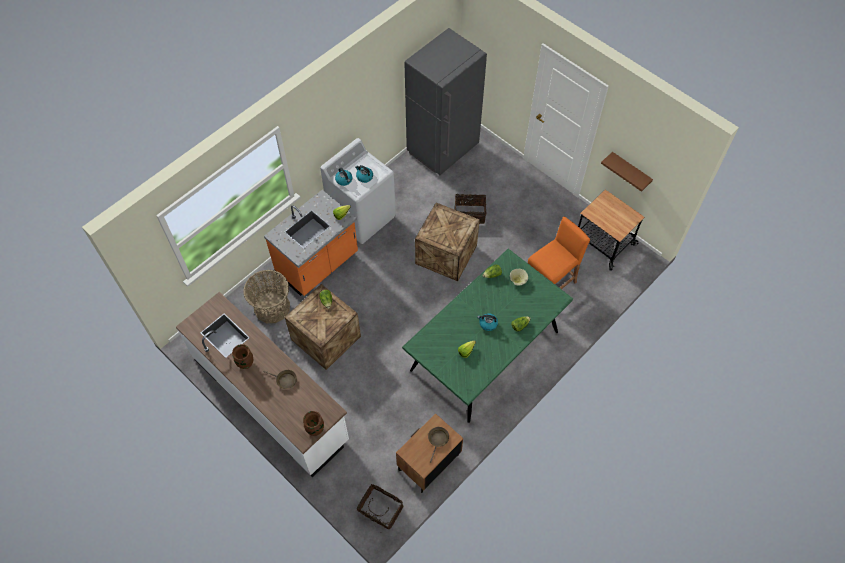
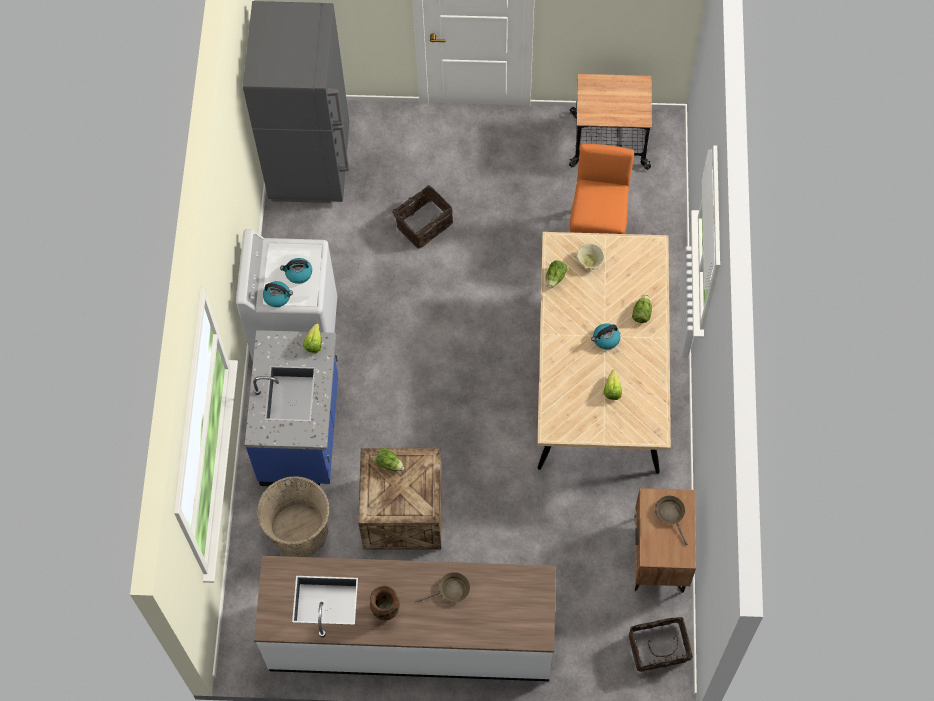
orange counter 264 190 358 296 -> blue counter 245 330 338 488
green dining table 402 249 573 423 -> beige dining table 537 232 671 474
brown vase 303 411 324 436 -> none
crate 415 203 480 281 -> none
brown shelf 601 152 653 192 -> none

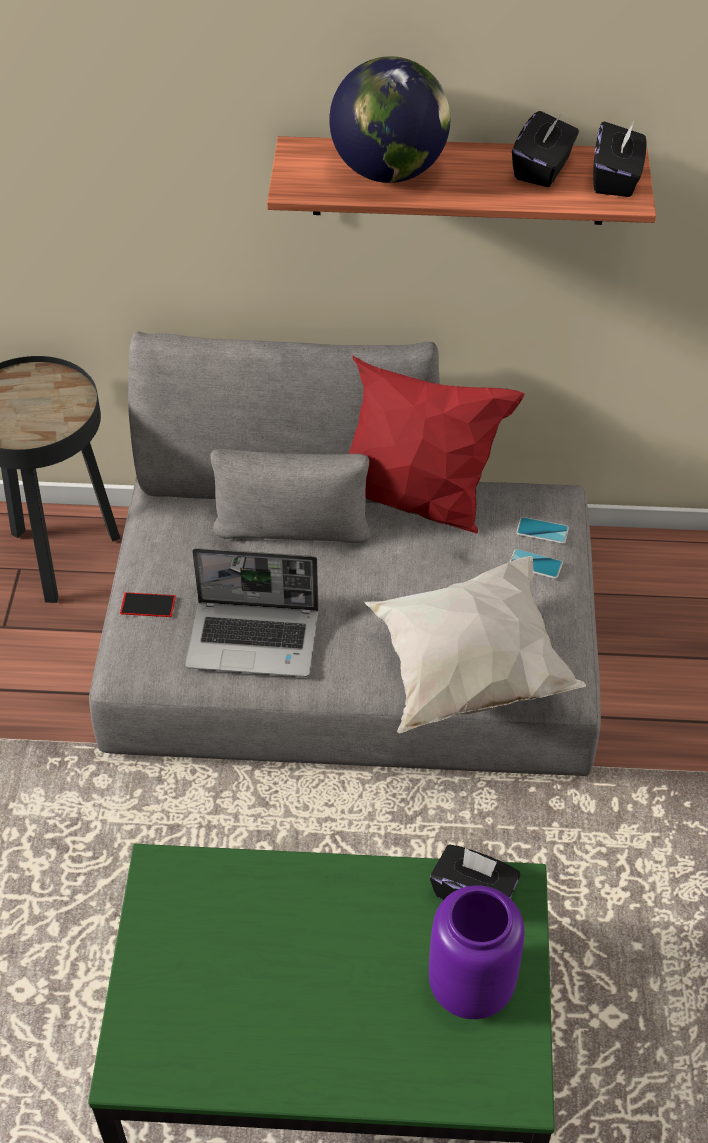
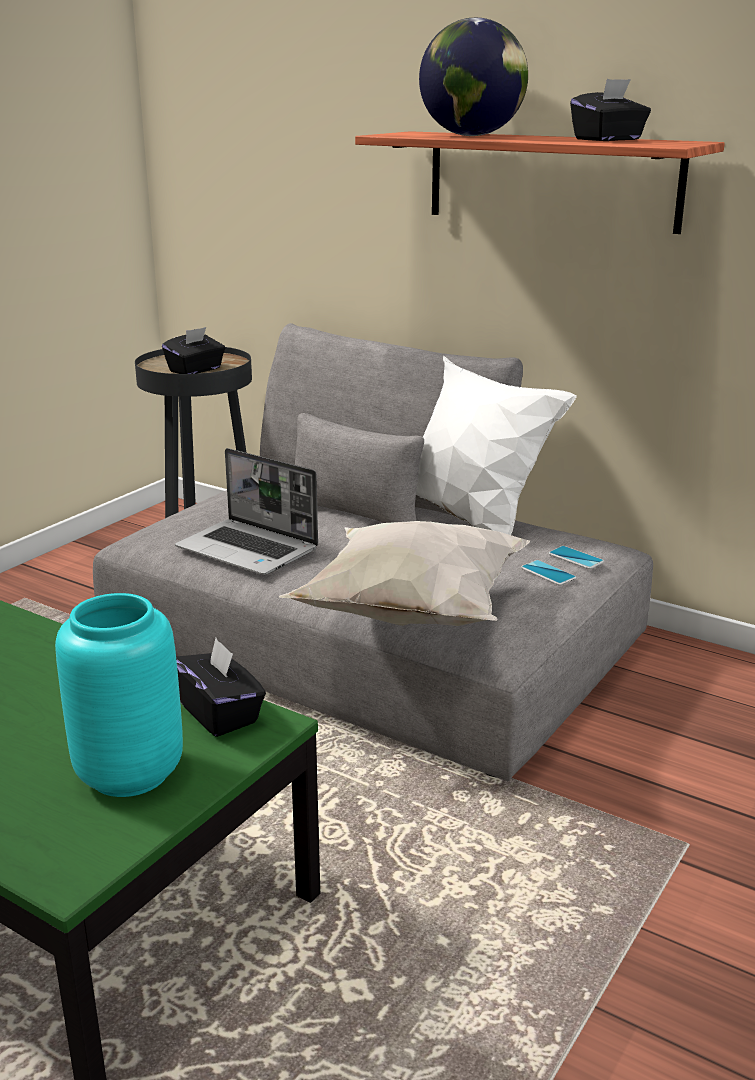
purple vase 429 885 524 1019 -> turquoise vase 55 593 183 797
black tissue box 593 120 647 197 -> black tissue box 162 327 225 374, relocated
red pillow 348 356 525 534 -> white pillow 416 355 577 535
phone 120 592 176 617 -> none

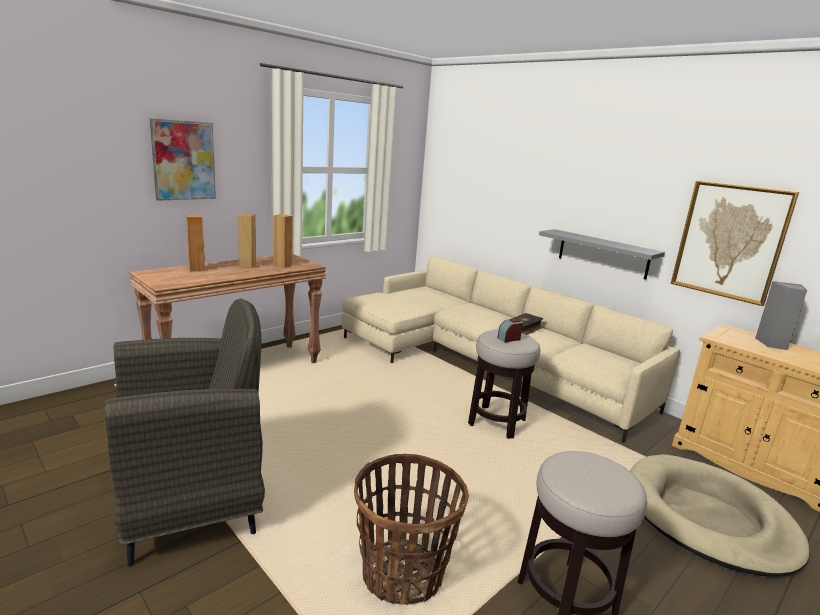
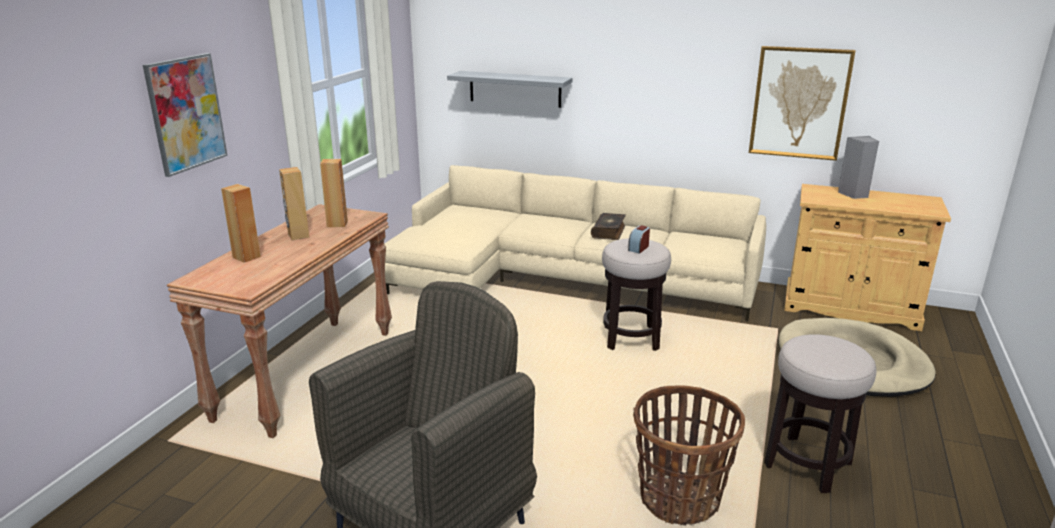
grey shelf 539 229 665 279 -> grey shelf 447 71 573 108, relocated

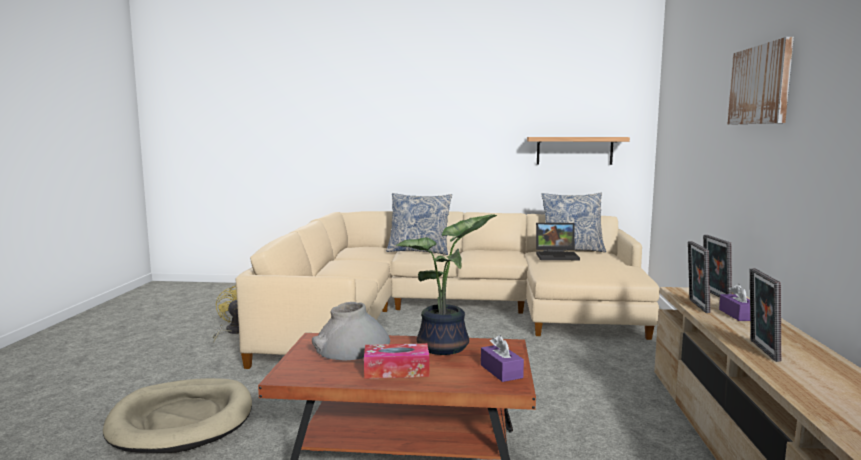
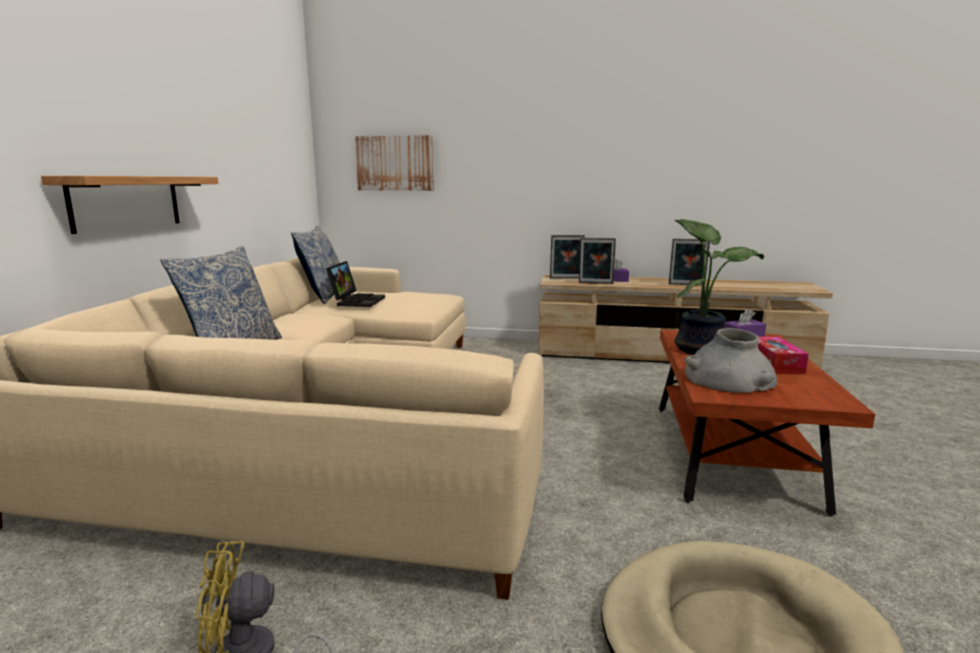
shelf 527 137 630 165 -> shelf 41 176 218 234, relocated
picture 727 37 794 125 -> picture 355 135 434 191, relocated

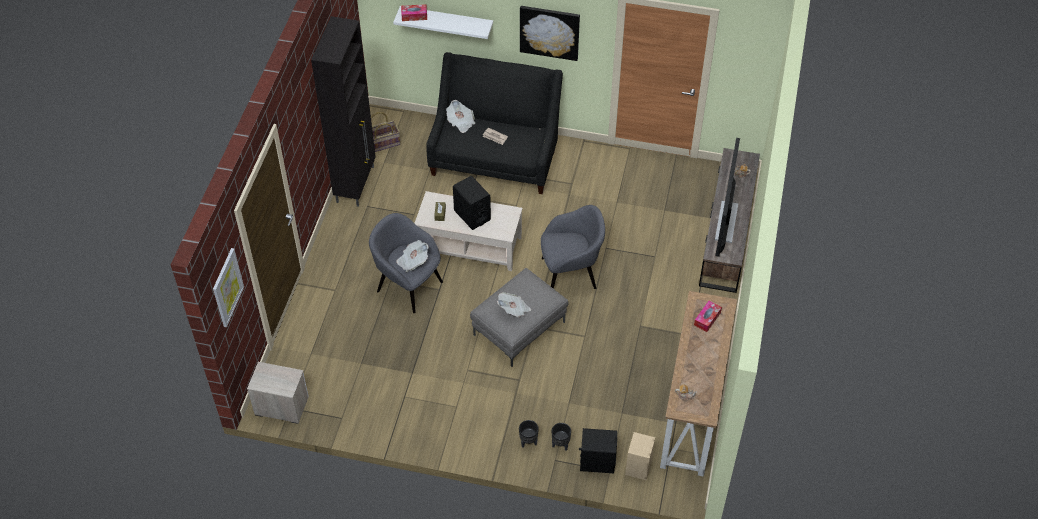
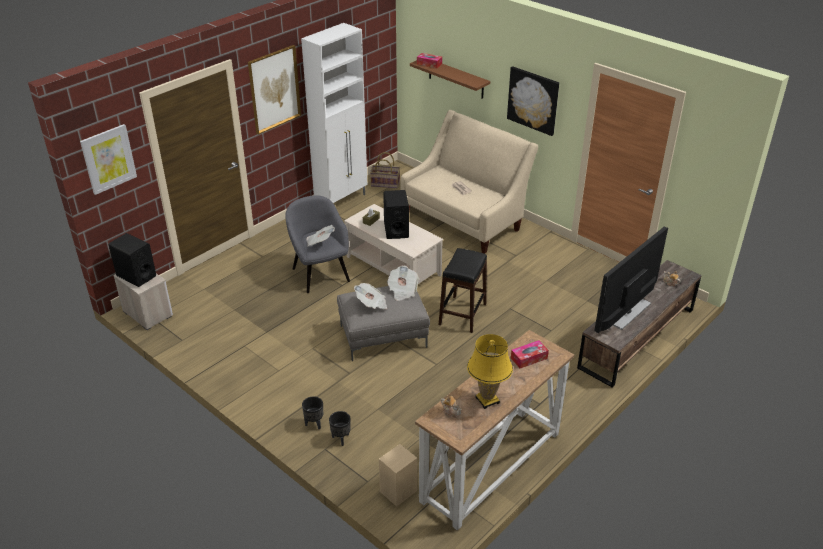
black speaker 579 428 617 473 -> black speaker 109 233 156 287, relocated
none -> picture 248 45 301 134
black cabinet 311 16 376 207 -> white cabinet 301 23 367 203
newspaper 446 100 475 133 -> newspaper 387 266 419 301, relocated
black sofa 426 52 563 194 -> beige sofa 401 110 538 254
white shelf 393 6 493 39 -> brown shelf 410 60 490 99
grey armchair 541 205 605 289 -> black stool 439 248 487 333
none -> yellow table lamp 467 334 513 409

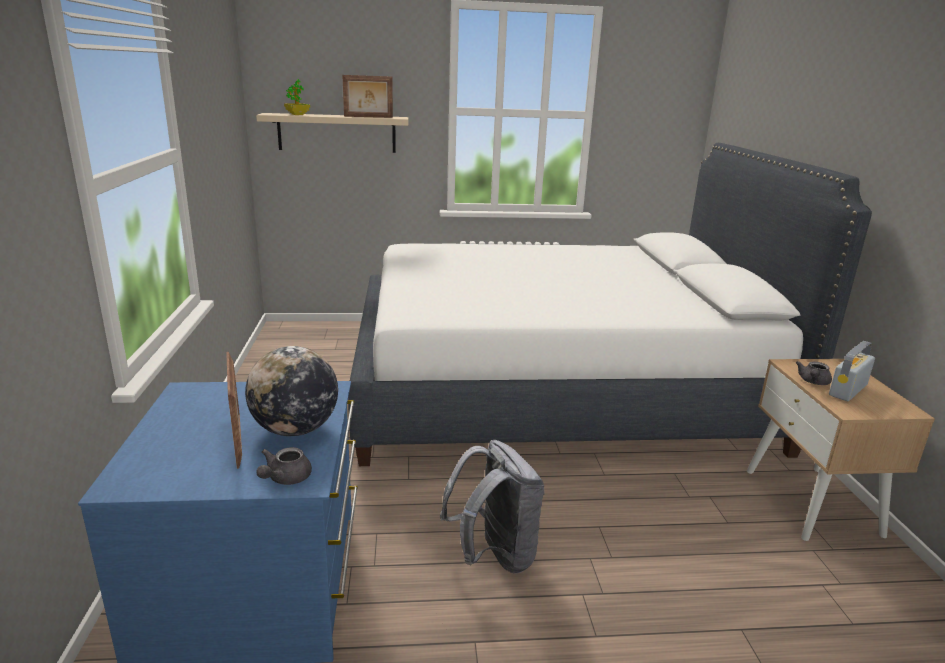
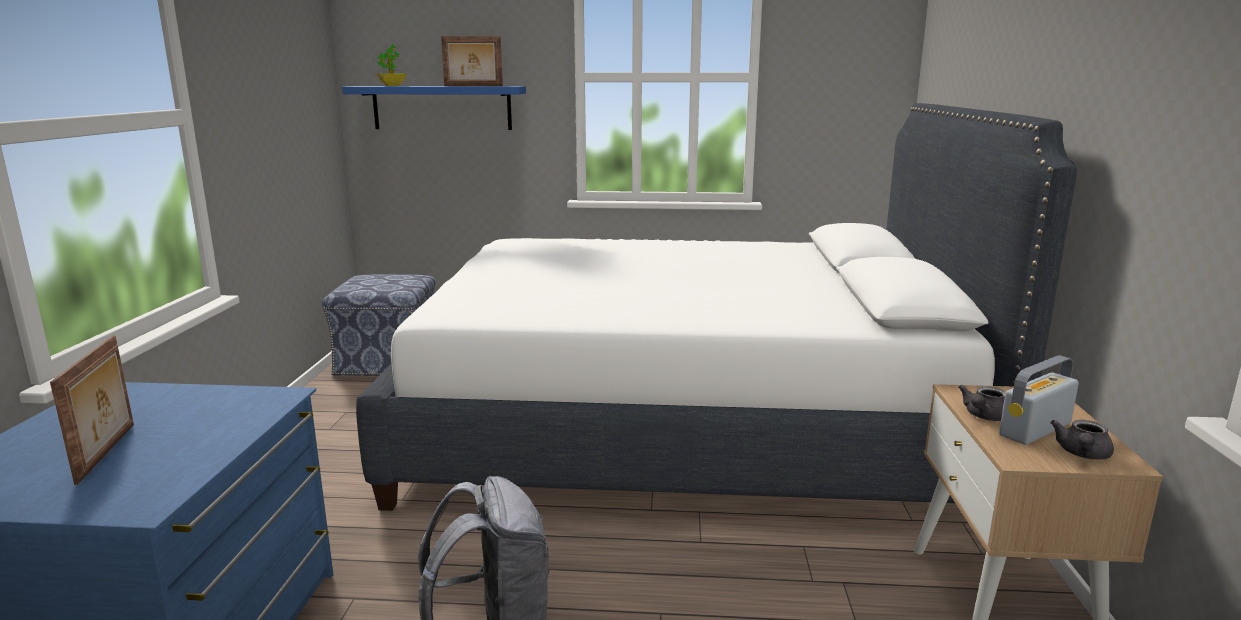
none -> ottoman 322 274 436 376
beige shelf 256 113 408 153 -> blue shelf 342 86 526 130
grey teapot 256 447 312 485 -> grey teapot 1050 420 1114 460, relocated
globe 245 346 338 436 -> none

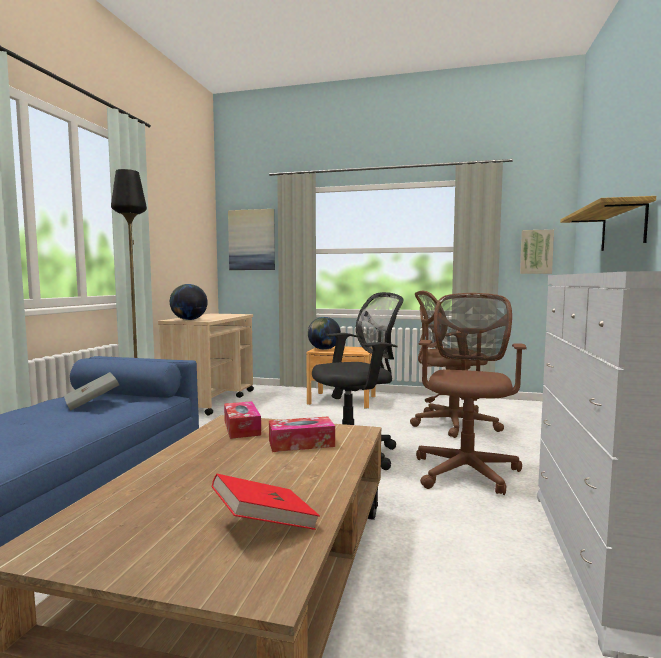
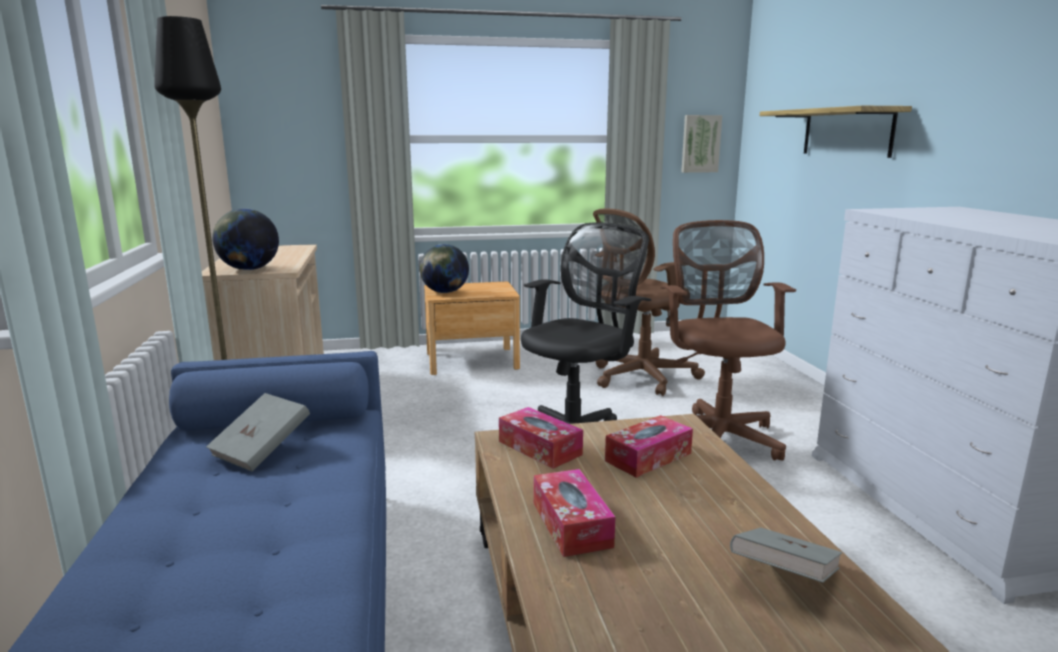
none -> tissue box 534 469 615 557
red book 212 474 320 530 -> grey book 730 528 842 583
picture 228 209 275 270 -> none

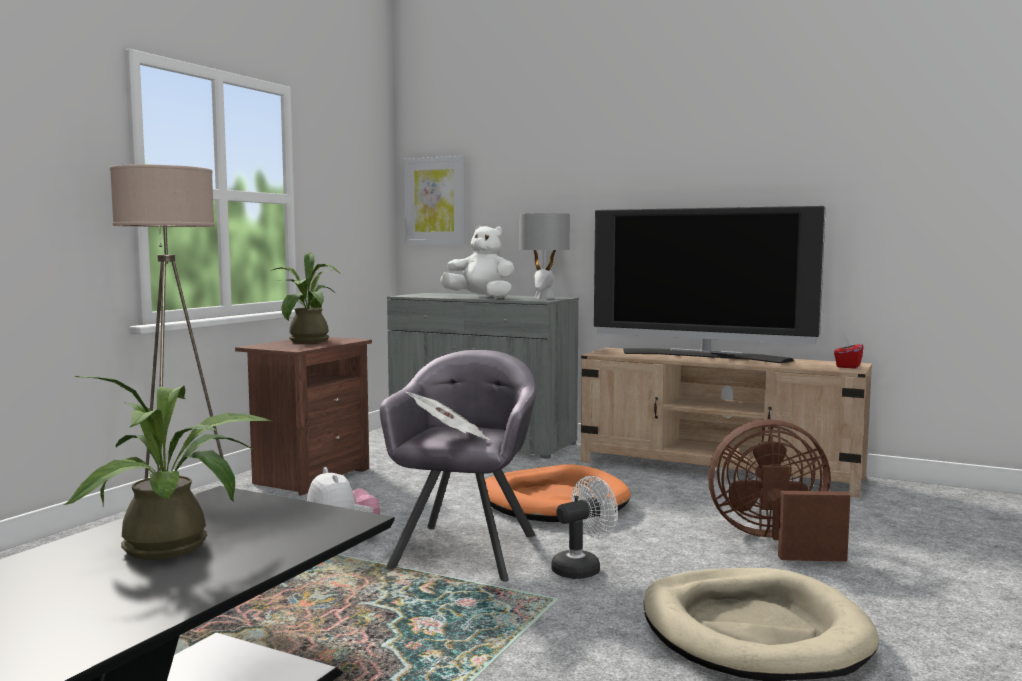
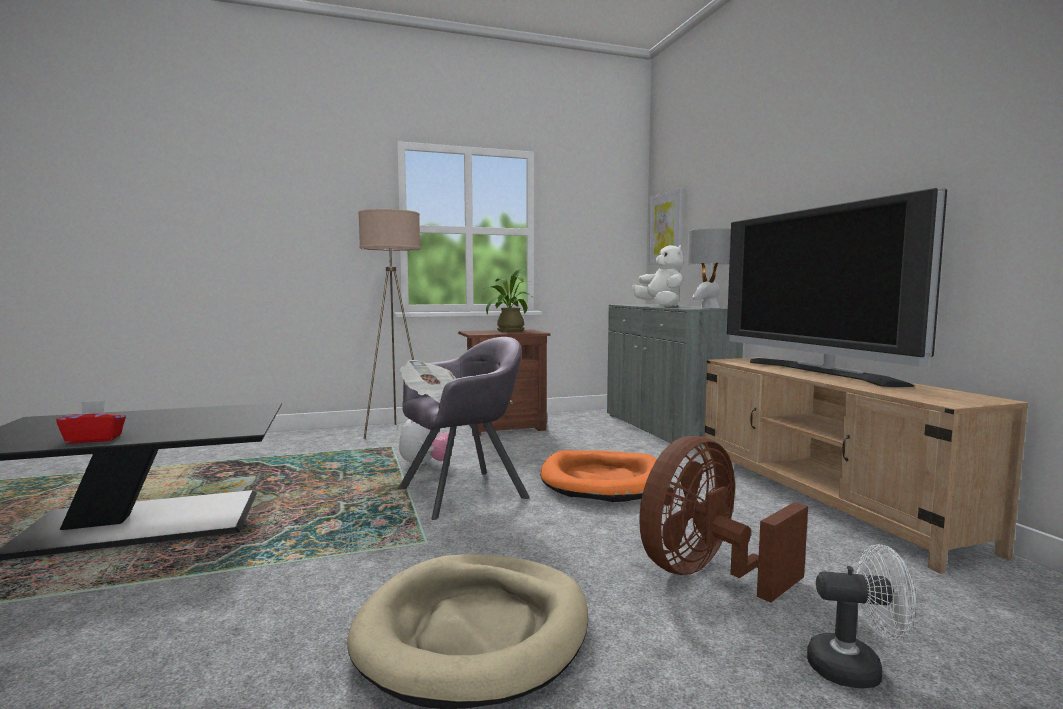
red tissue box 834 336 864 369 -> red tissue box 56 400 126 443, relocated
brown fan 708 419 850 562 -> brown fan 639 436 808 603, 90 degrees counterclockwise
white fan 551 476 618 579 -> white fan 807 544 916 688, relocated
potted plant 64 376 271 560 -> none

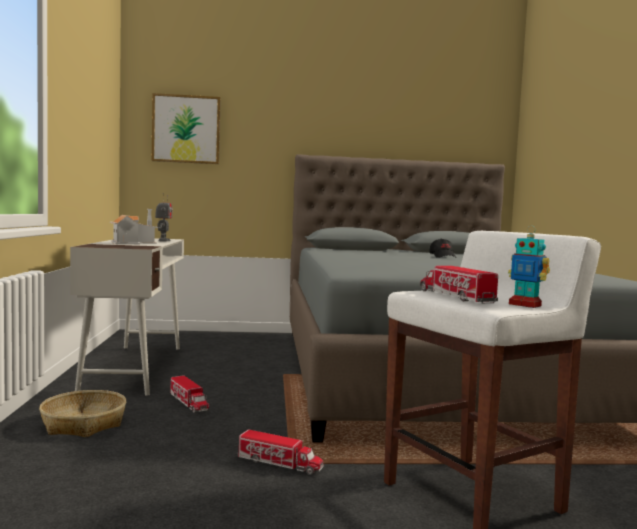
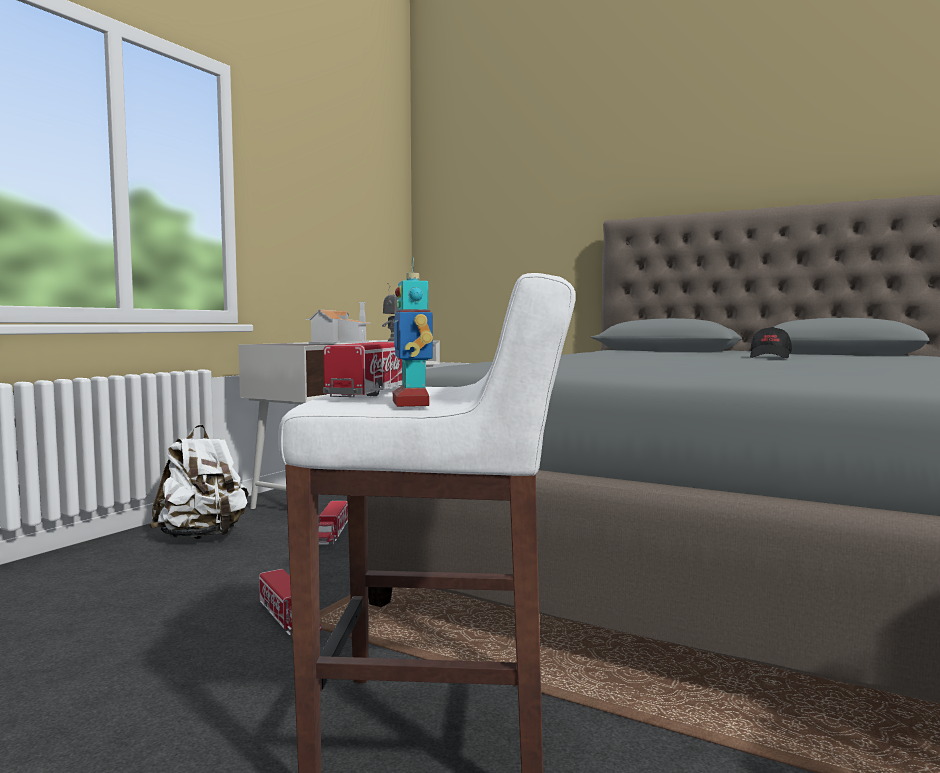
basket 39 390 126 437 -> white backpack 149 425 249 539
picture 152 93 221 164 -> none

